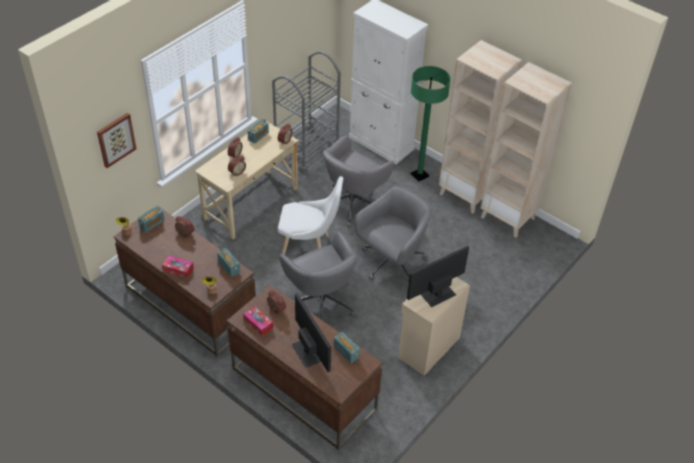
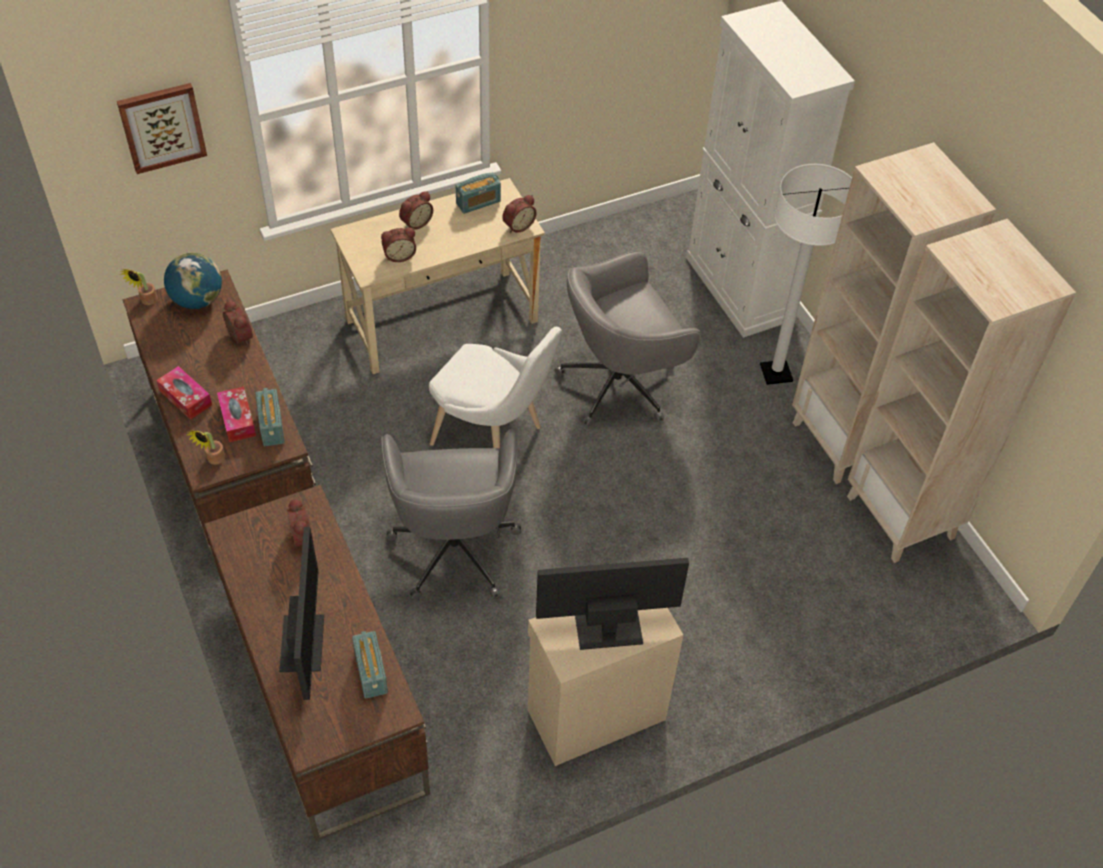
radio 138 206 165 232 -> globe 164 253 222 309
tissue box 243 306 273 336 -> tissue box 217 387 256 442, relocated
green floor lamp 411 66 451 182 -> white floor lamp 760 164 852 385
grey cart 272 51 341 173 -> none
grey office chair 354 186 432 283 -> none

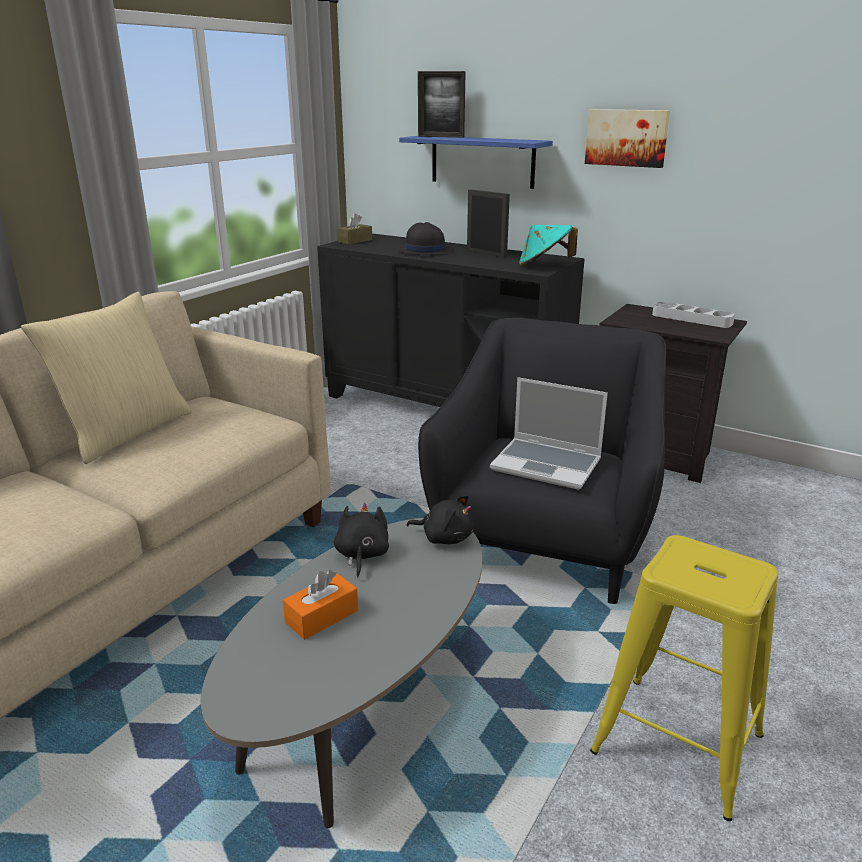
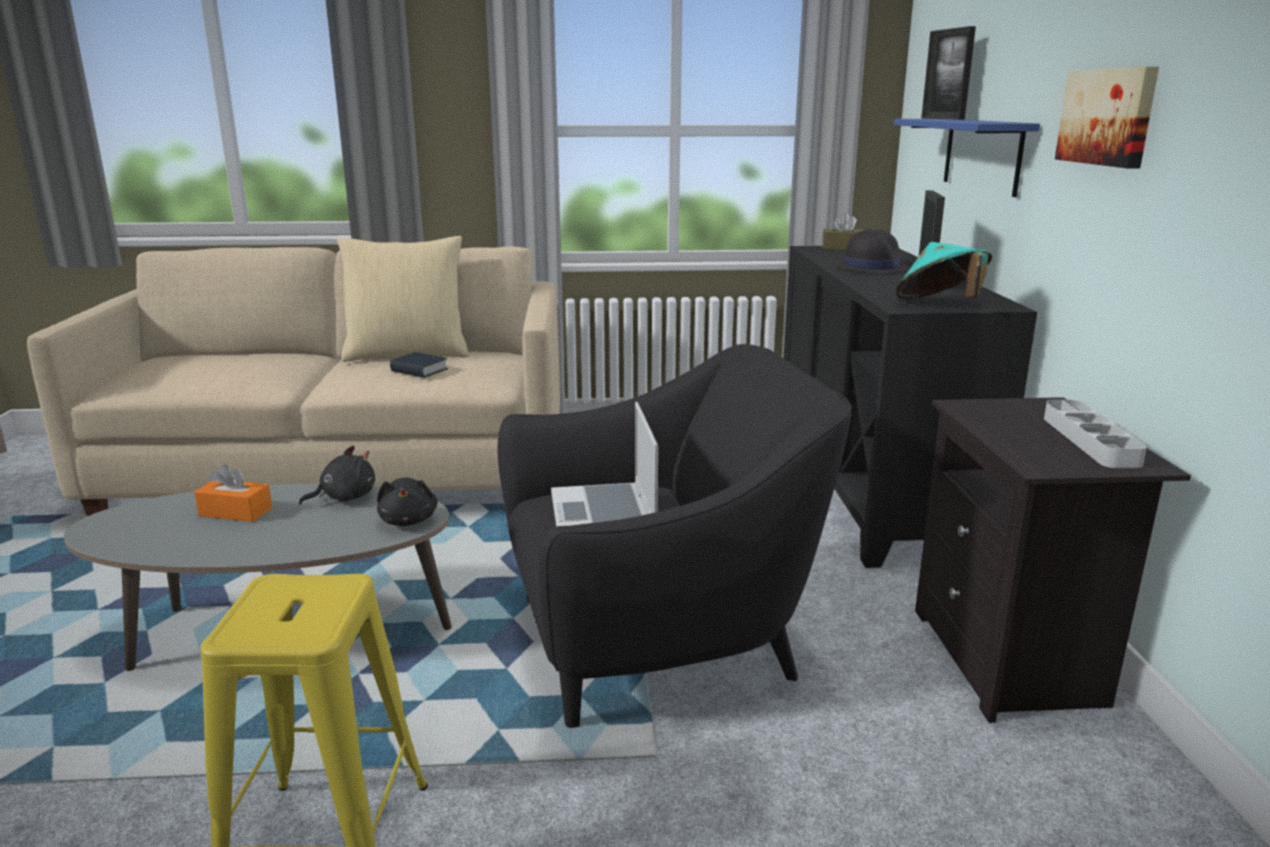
none -> book 390 352 448 378

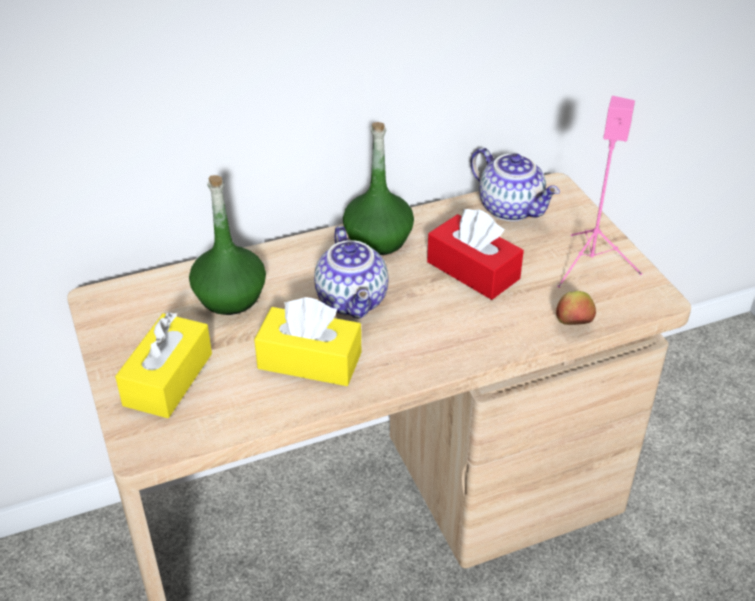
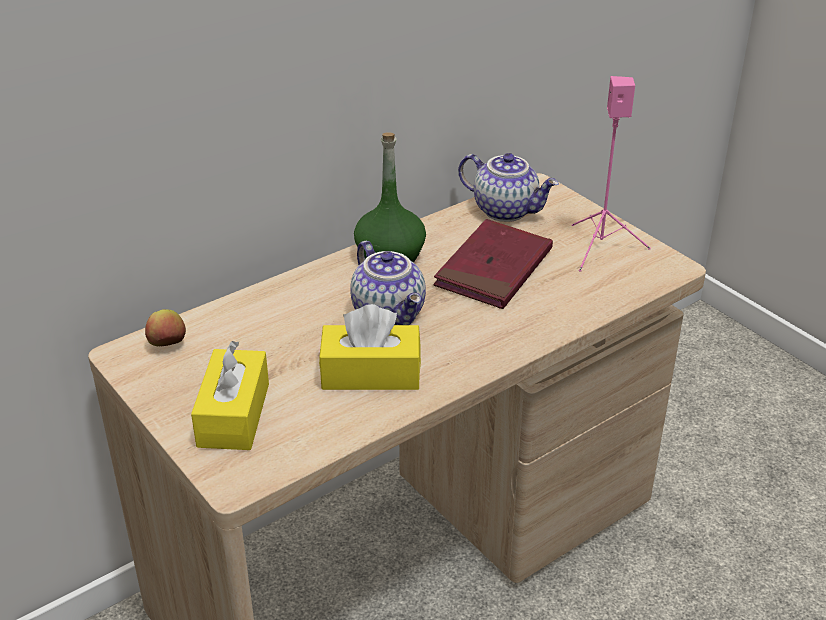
apple 556 291 596 325 -> apple 145 309 186 346, relocated
red tissue box 427 209 524 300 -> red book 434 219 553 309
green bottle 189 175 266 315 -> none

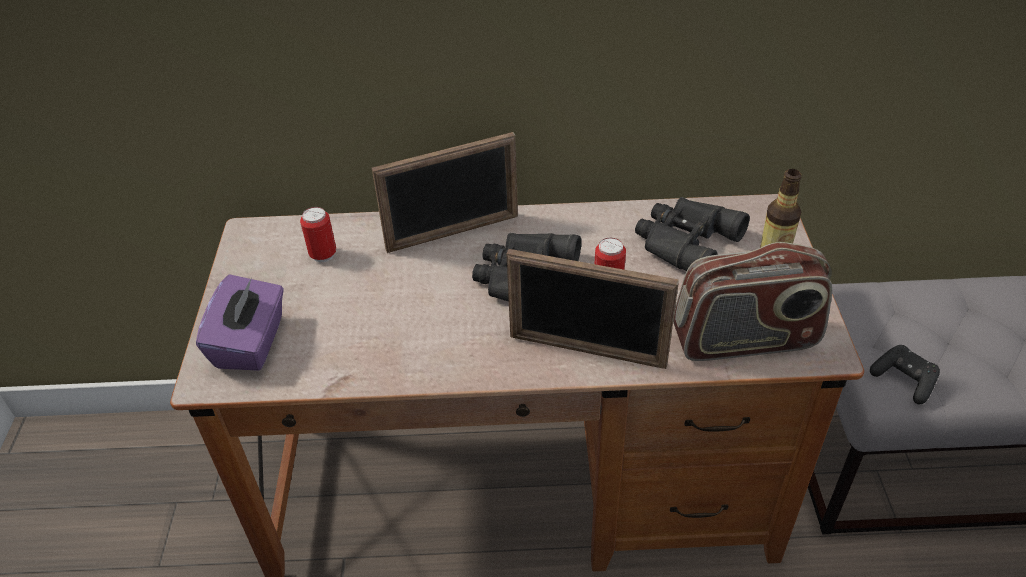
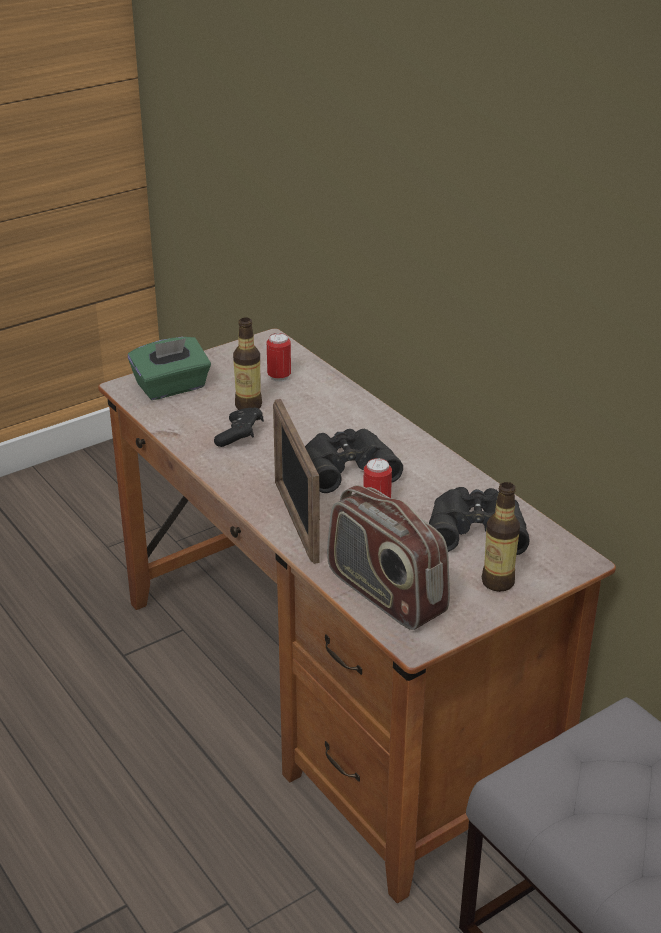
purple tissue box 196 274 284 371 -> green tissue box 128 337 211 400
black game controller 870 345 940 404 -> black game controller 214 408 264 447, relocated
none -> bottle 233 317 262 410
picture frame 372 132 518 253 -> none

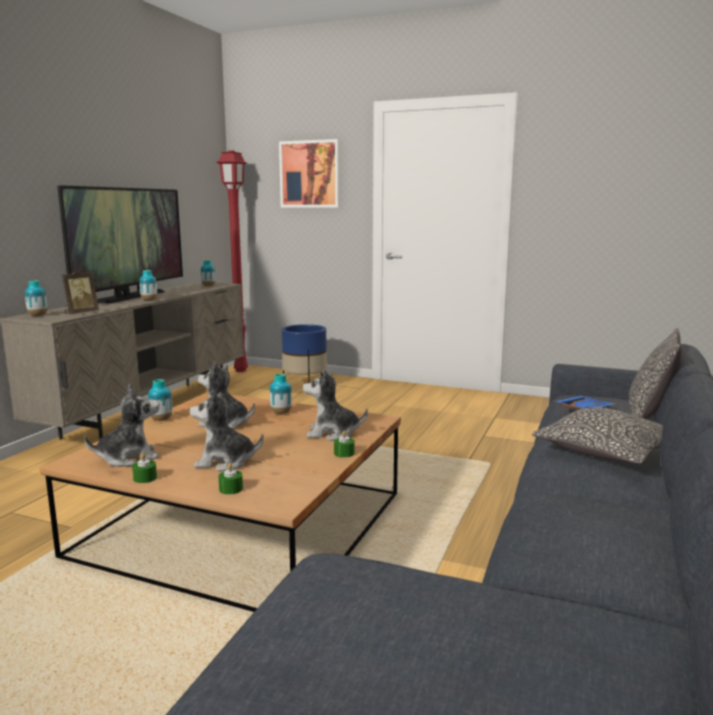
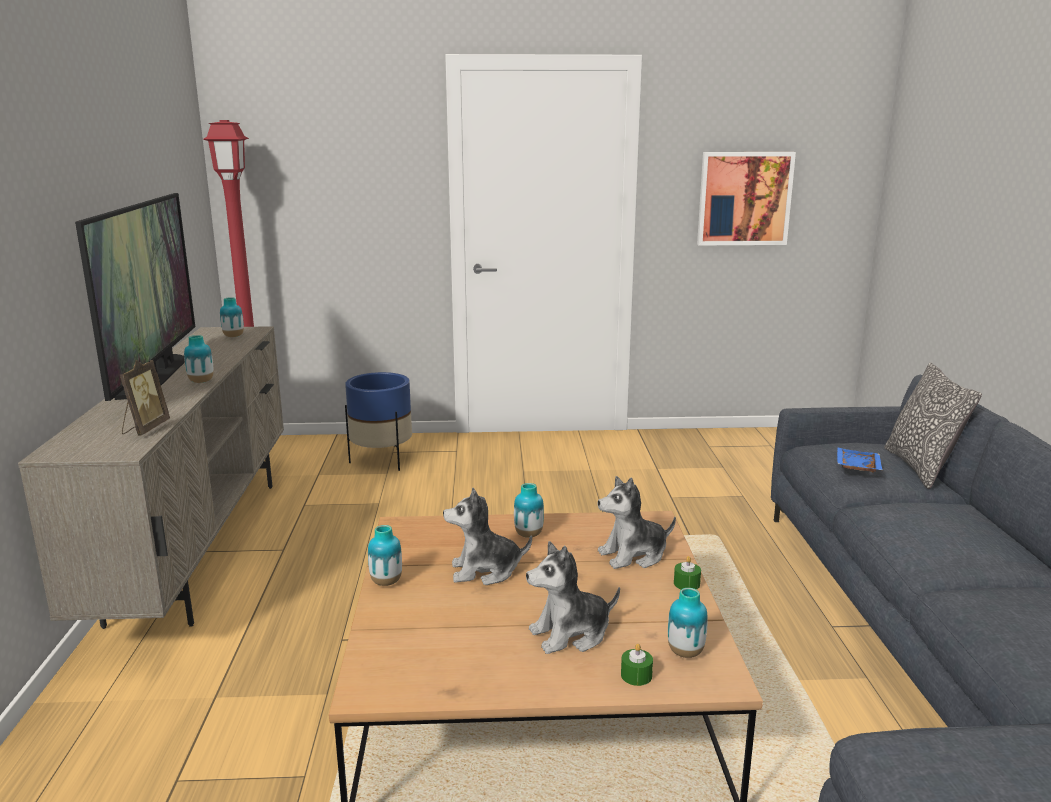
vase 25 281 48 316 -> vase 668 588 708 658, relocated
picture 279 139 340 208 -> picture 697 152 796 245, relocated
plush toy 84 384 160 467 -> none
green candle 132 453 157 483 -> none
pillow 532 407 663 464 -> none

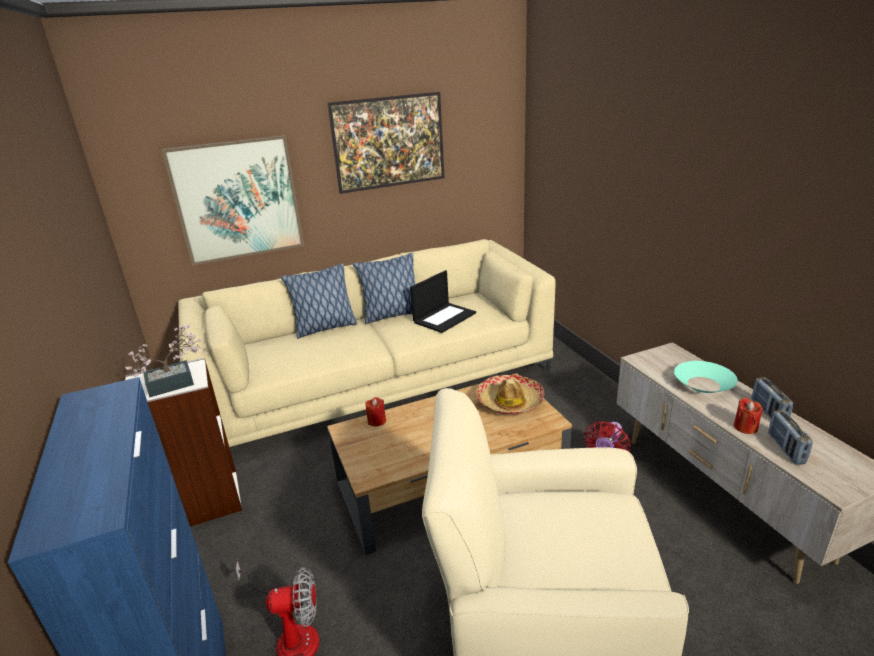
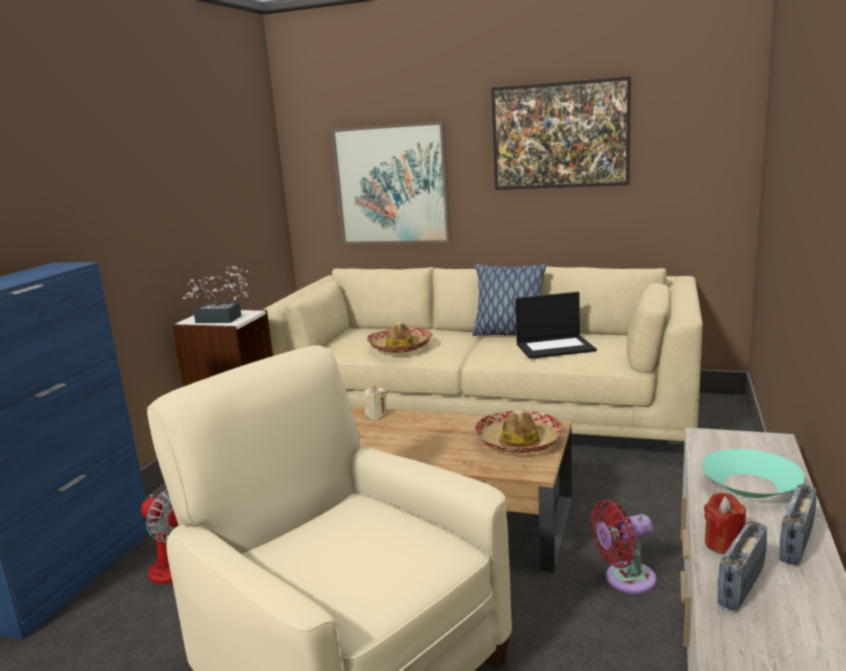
red candle 366 397 386 427 -> beige candle 364 386 386 419
none -> hat 367 322 433 353
pillow 281 263 358 339 -> none

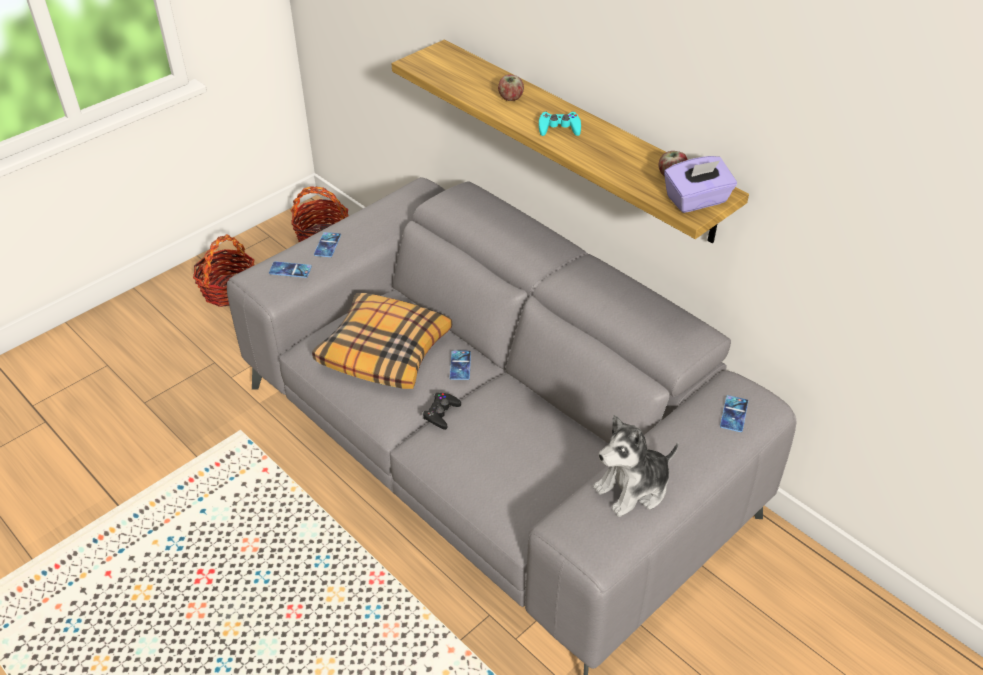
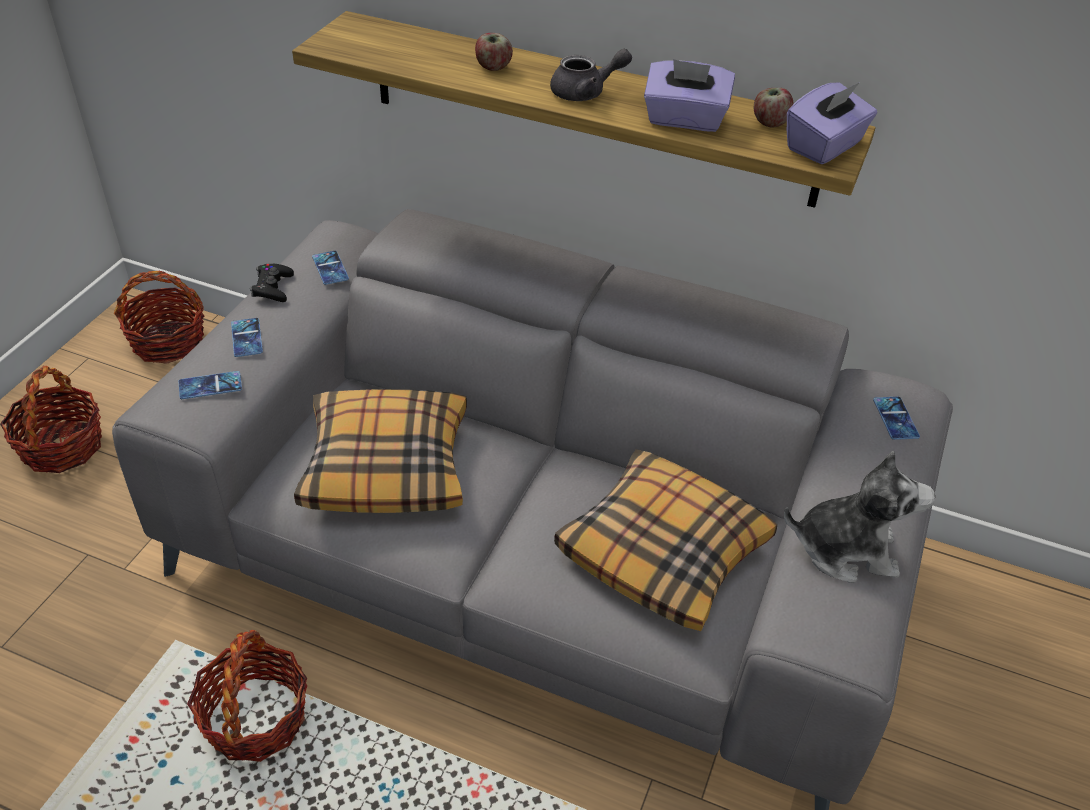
none -> basket 187 630 307 762
black game controller 422 393 461 430 -> black game controller 250 264 294 302, relocated
phone 450 350 471 380 -> phone 312 251 349 285, relocated
turquoise game controller 539 112 581 136 -> grey teapot 550 49 632 101
none -> pillow 554 449 777 631
none -> purple tissue box 644 59 735 132
plush toy 593 415 679 517 -> plush toy 784 451 935 583, 120 degrees counterclockwise

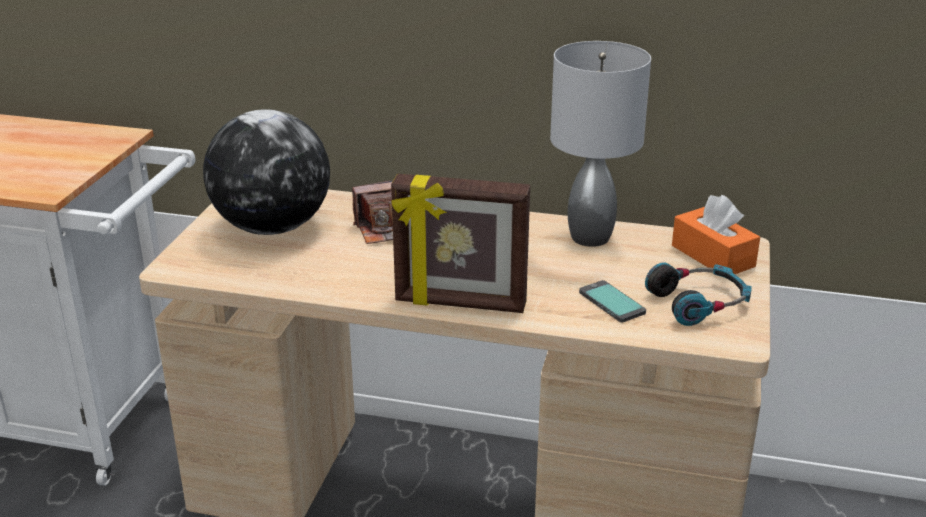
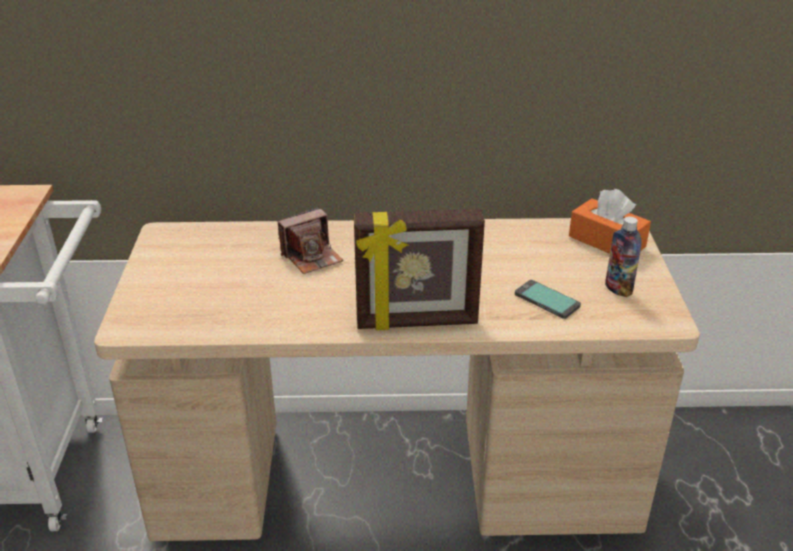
headphones 645 262 751 326 -> bottle 605 217 641 297
globe 203 109 330 235 -> none
grey table lamp 550 41 651 247 -> none

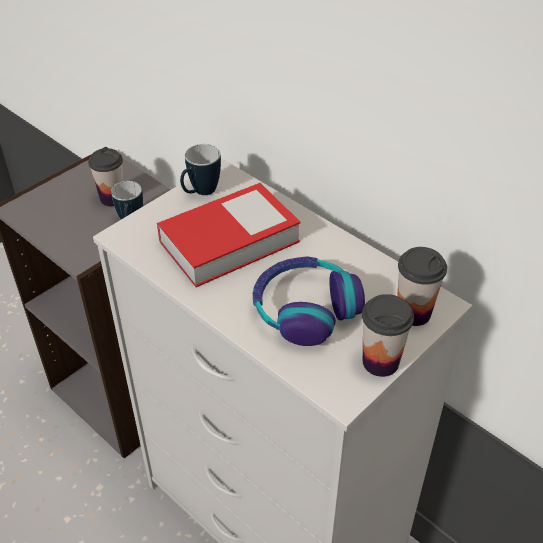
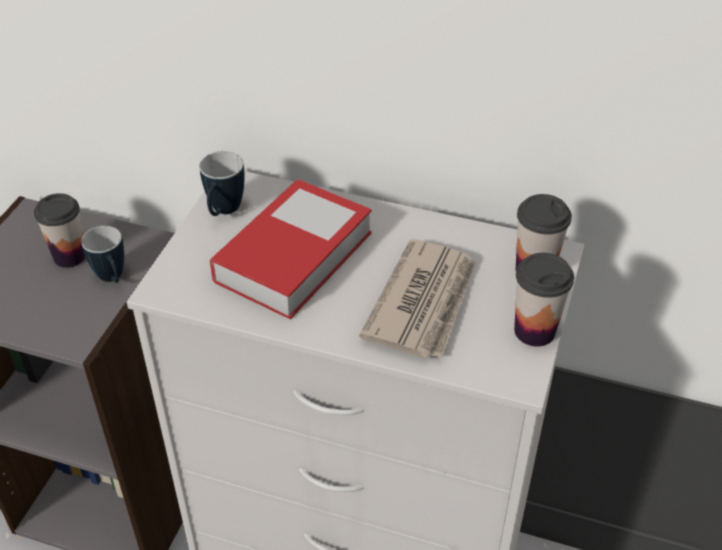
headphones 253 256 365 346 -> newspaper 359 239 476 358

